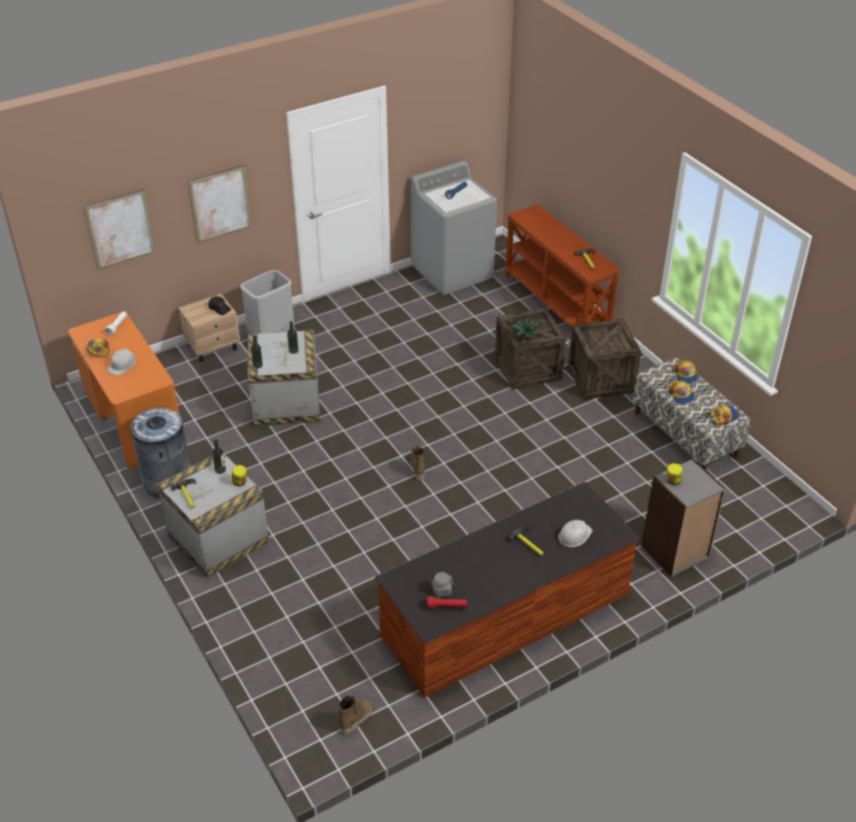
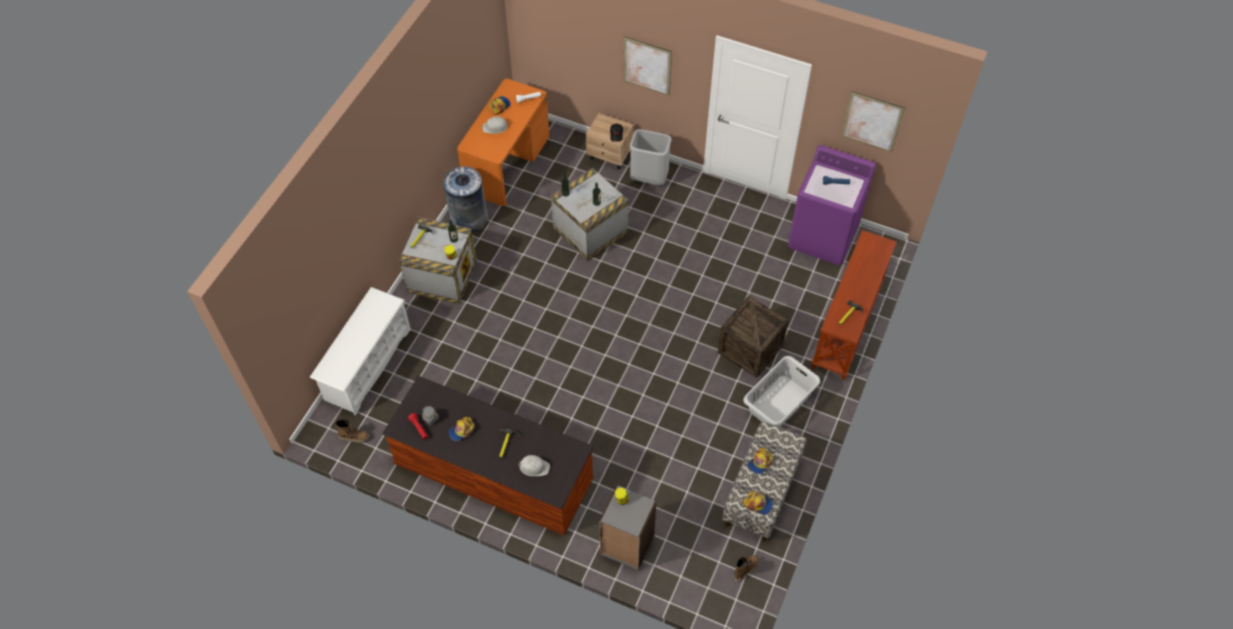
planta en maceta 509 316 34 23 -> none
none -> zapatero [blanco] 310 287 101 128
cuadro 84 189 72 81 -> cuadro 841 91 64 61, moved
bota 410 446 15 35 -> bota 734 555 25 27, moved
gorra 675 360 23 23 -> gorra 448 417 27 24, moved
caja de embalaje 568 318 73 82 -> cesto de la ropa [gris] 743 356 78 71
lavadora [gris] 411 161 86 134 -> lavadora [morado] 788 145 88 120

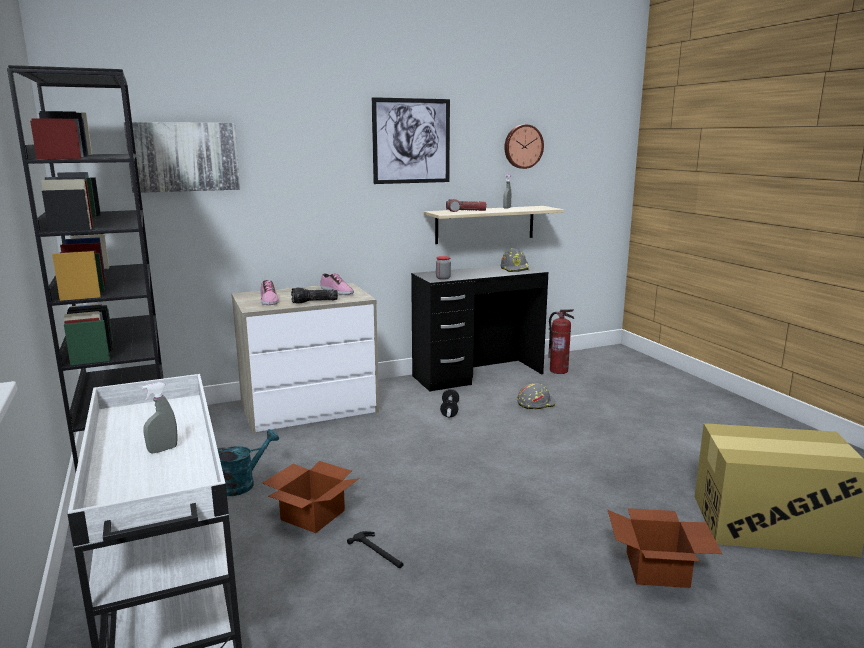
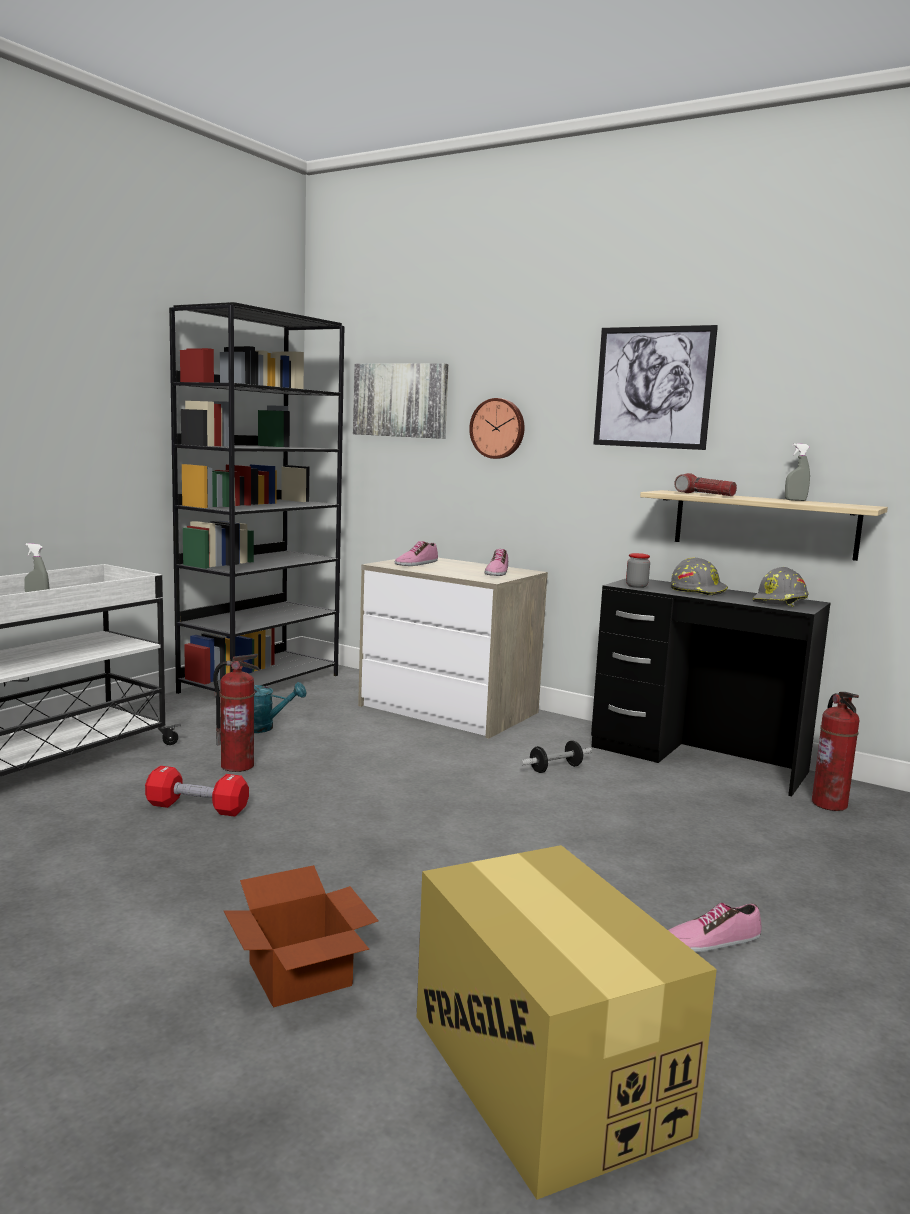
linterna 291 288 47 16 -> none
none -> zapato 668 903 94 49
reloj de pared 504 124 40 45 -> reloj de pared 469 398 56 61, moved
casco [gris] 517 383 38 26 -> casco [gris] 671 558 57 38, moved
caja de cartón 262 461 98 72 -> extintor 213 654 47 118
martillo 347 531 57 37 -> mancuerna [rojo] 145 766 104 51

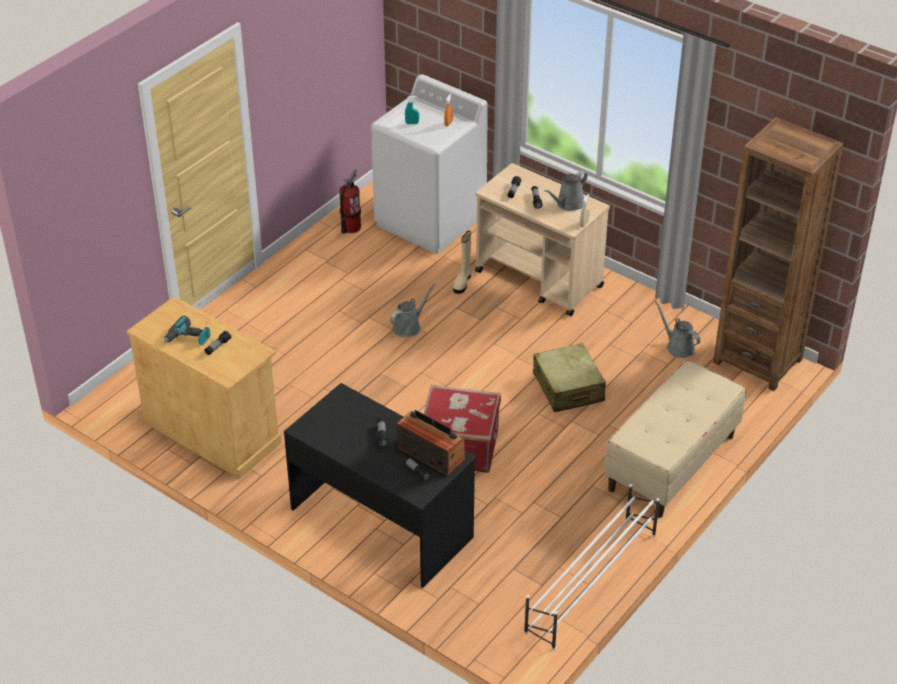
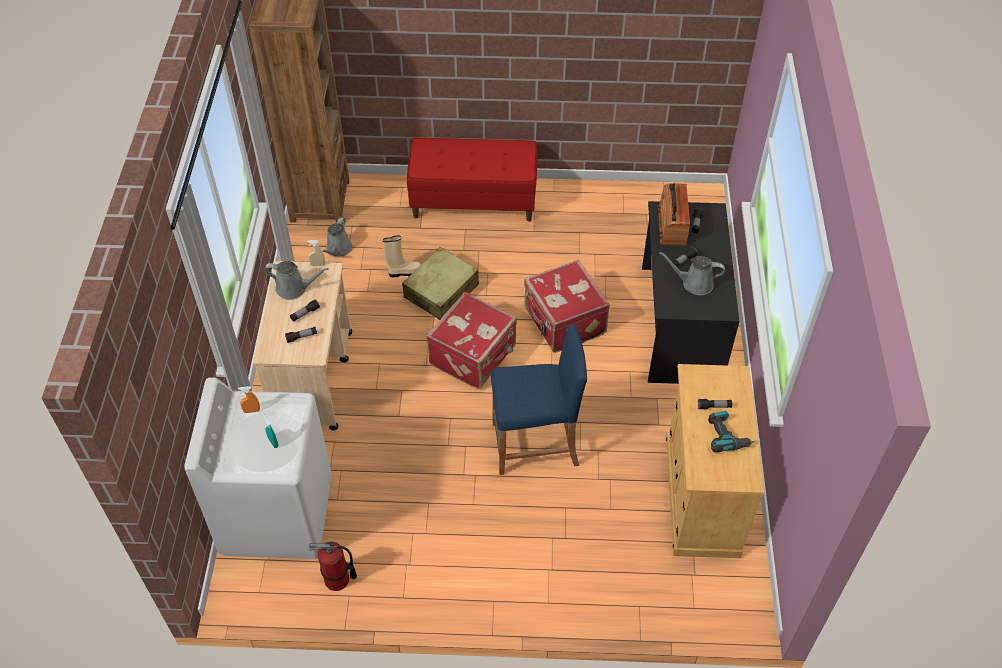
zapatero [blanco] 524 484 136 166 -> none
none -> maleta [rojo] 426 292 91 97
none -> taburete [azul] 491 324 96 151
regadera [gris] 390 283 45 54 -> regadera [gris] 659 252 66 43, moved
bota [beis] 453 231 18 63 -> bota [beis] 383 235 38 43, moved
banco [beis] 604 360 142 158 -> banco [rojo] 407 138 130 84

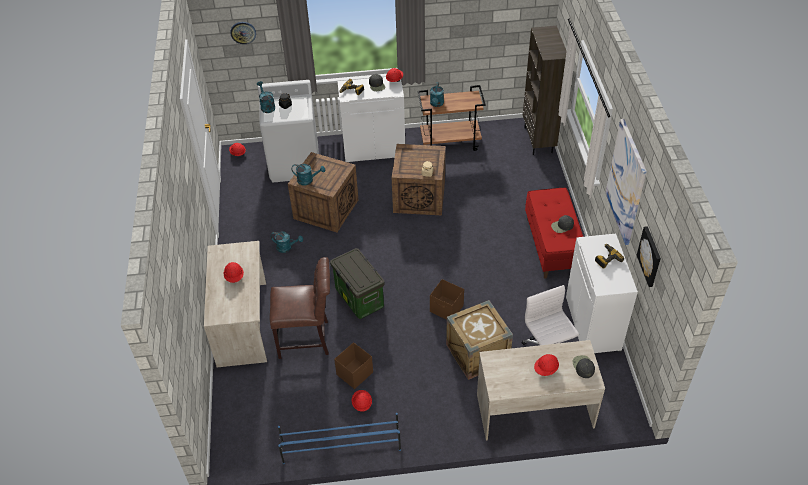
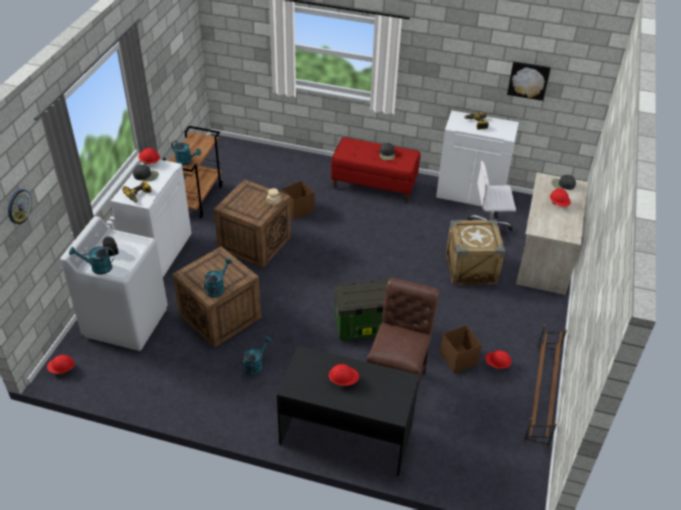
estantería [marrón] 523 26 44 129 -> none
cuadro 605 119 42 126 -> none
caja de almacenaje [marrón] 430 279 34 41 -> caja de almacenaje [marrón] 282 181 32 39, moved
escritorio [beis] 204 241 63 126 -> escritorio [negro] 277 346 143 130
zapatero [azul] 278 413 123 51 -> zapatero [marrón] 524 325 43 123

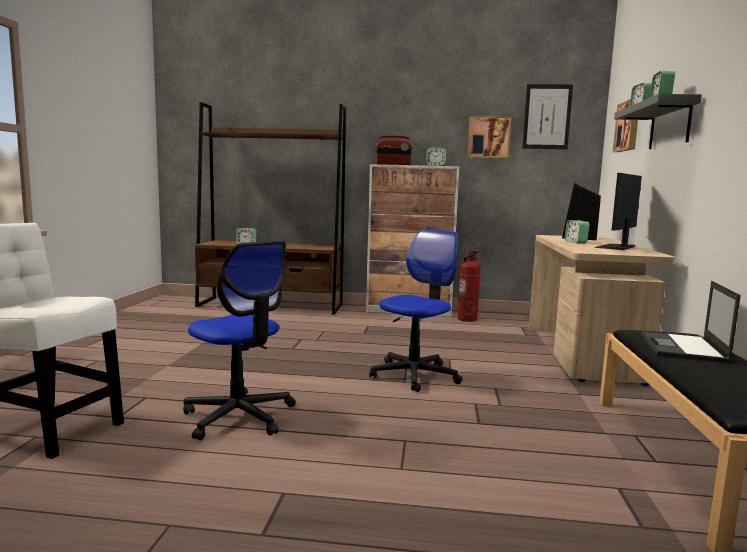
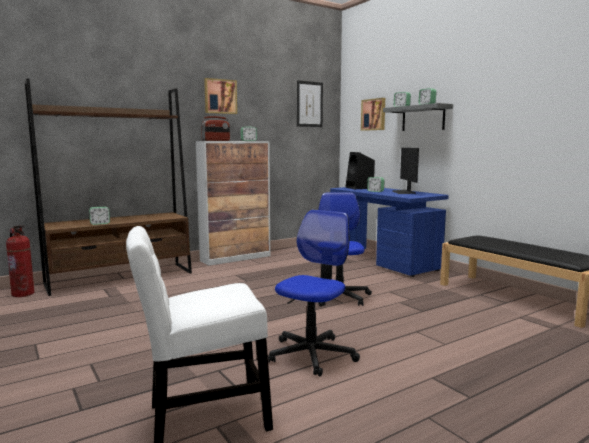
portátil 641 281 100 82 -> none
extintor 458 251 23 71 -> extintor 6 225 28 72, moved
cuadro 467 116 44 43 -> cuadro 204 78 33 36, moved
escritorio [beis] 529 235 147 151 -> escritorio [azul] 330 187 119 90
silla de oficina 183 240 113 201 -> silla de oficina 268 210 92 166, 60 degrees counterclockwise

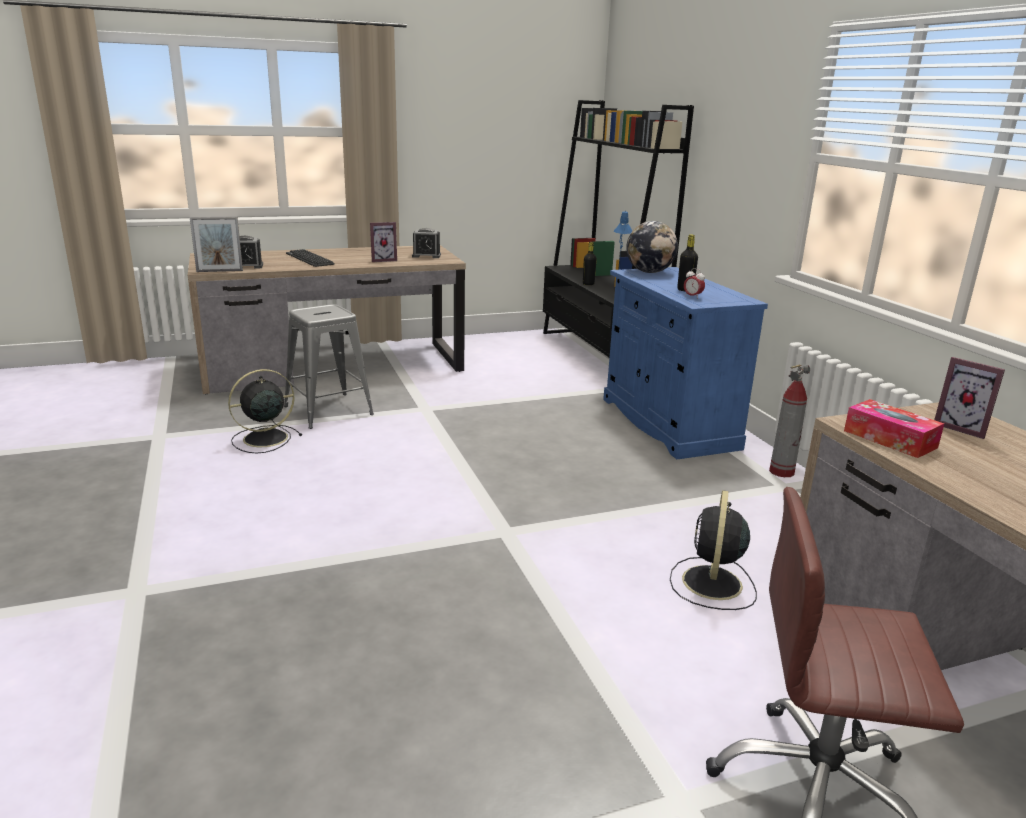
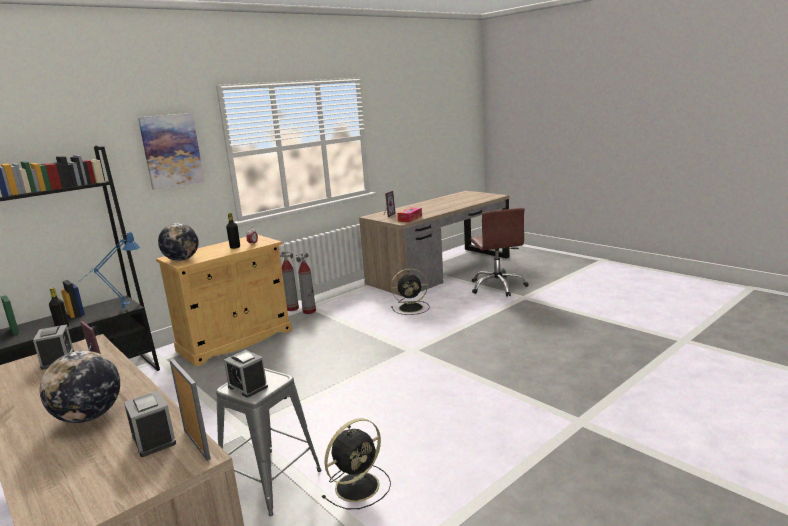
none -> cuadro 138 113 66 77
none -> despertador 224 350 44 48
none -> extintor 296 253 20 61
teclado 286 249 49 18 -> globo terráqueo 40 351 80 72
armario [azul] 603 267 165 192 -> armario [beis] 156 235 136 131
ventilador [negro] 228 369 74 84 -> ventilador [negro] 322 418 69 91, 75 degrees counterclockwise

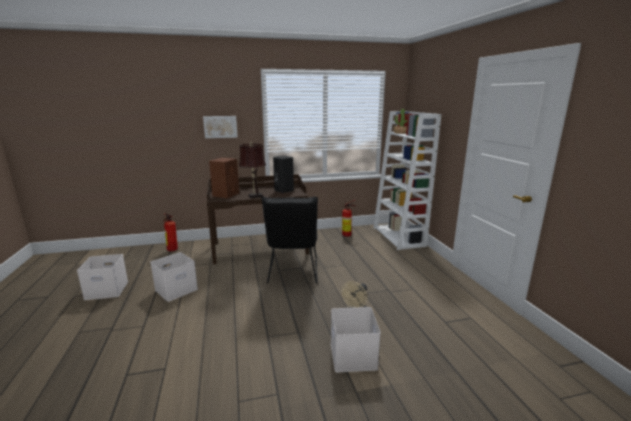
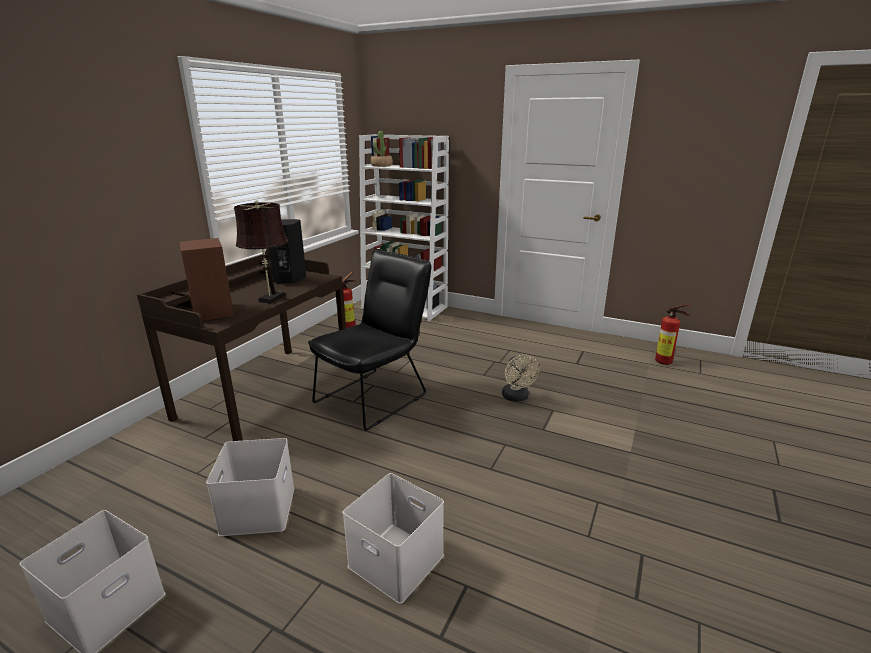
cuadro 203 116 35 22 -> none
extintor 164 214 14 38 -> extintor 655 304 35 61, moved
caja de almacenaje [blanco] 331 307 50 65 -> caja de almacenaje [blanco] 343 473 101 131, moved
silla [negro] 261 196 57 88 -> silla [negro] 308 249 124 182, 90 degrees counterclockwise

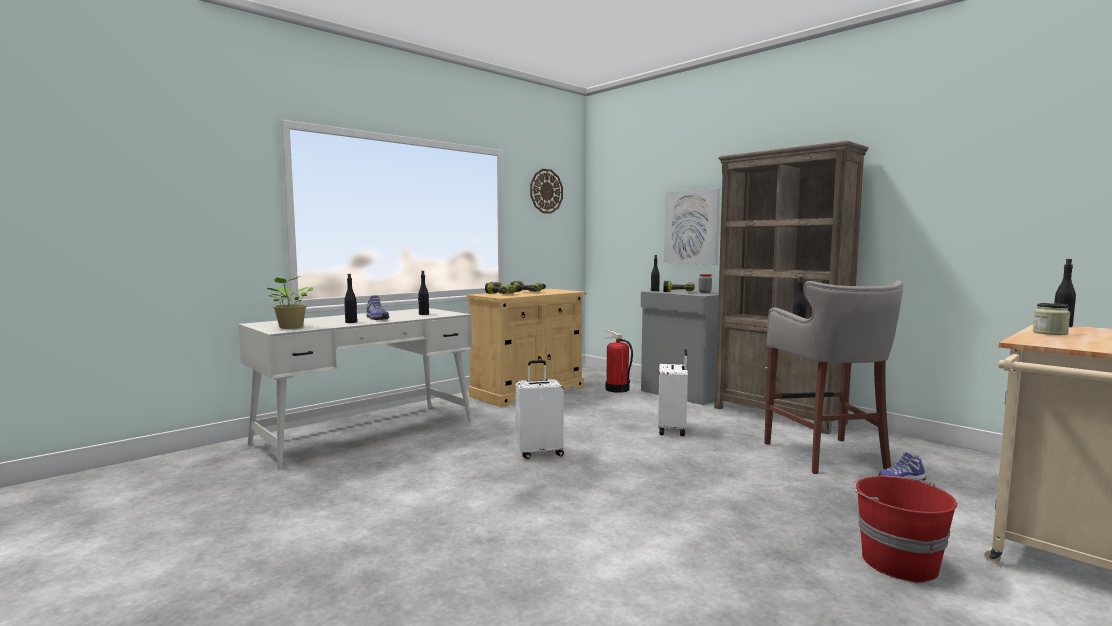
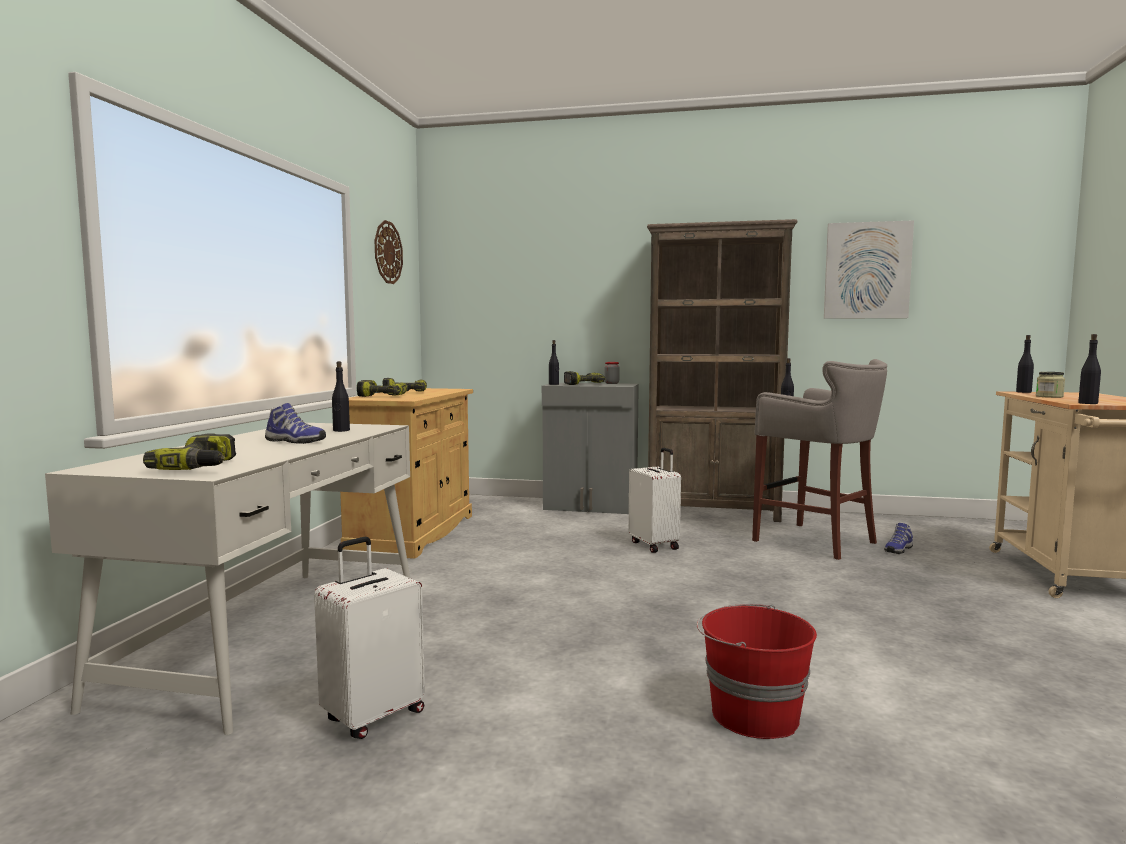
extintor 604 330 29 63 -> none
botella [negro] 344 274 13 49 -> botella [negro] 1078 334 23 70, moved
maleta [blanco] 515 360 49 99 -> maleta [blanco] 314 537 111 202, moved
cuadro 664 188 56 77 -> cuadro 824 220 90 99, moved
cubo [rojo] 851 476 106 107 -> cubo [rojo] 697 604 120 135, moved
planta en maceta 267 276 46 53 -> taladro 143 433 93 37

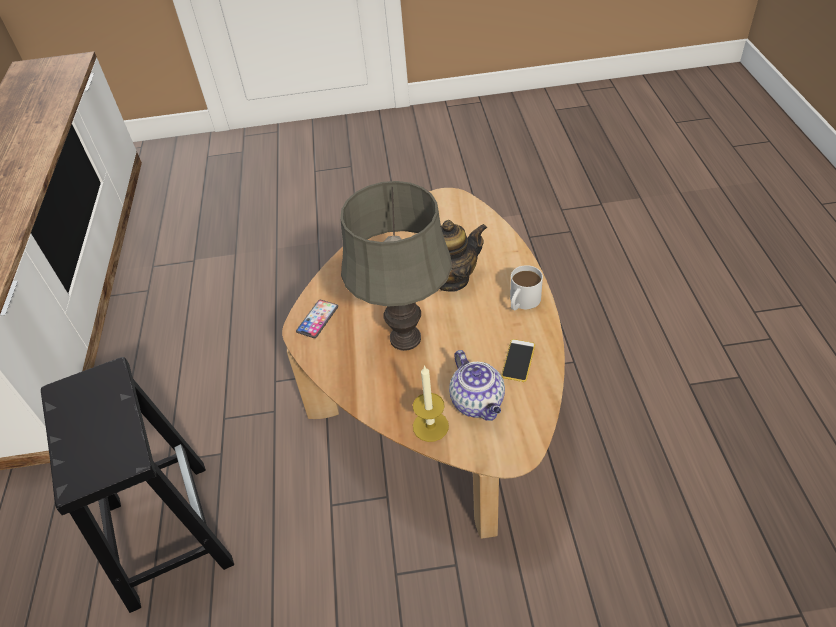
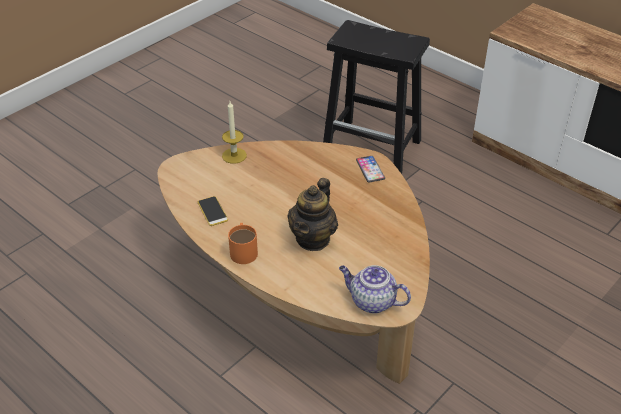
lámpara de mesa [gris] 340 181 112 170 -> none
tetera 449 350 56 71 -> tetera 339 265 72 49, moved
taza grande [blanco] 510 265 33 45 -> taza grande [naranja] 228 223 30 41

